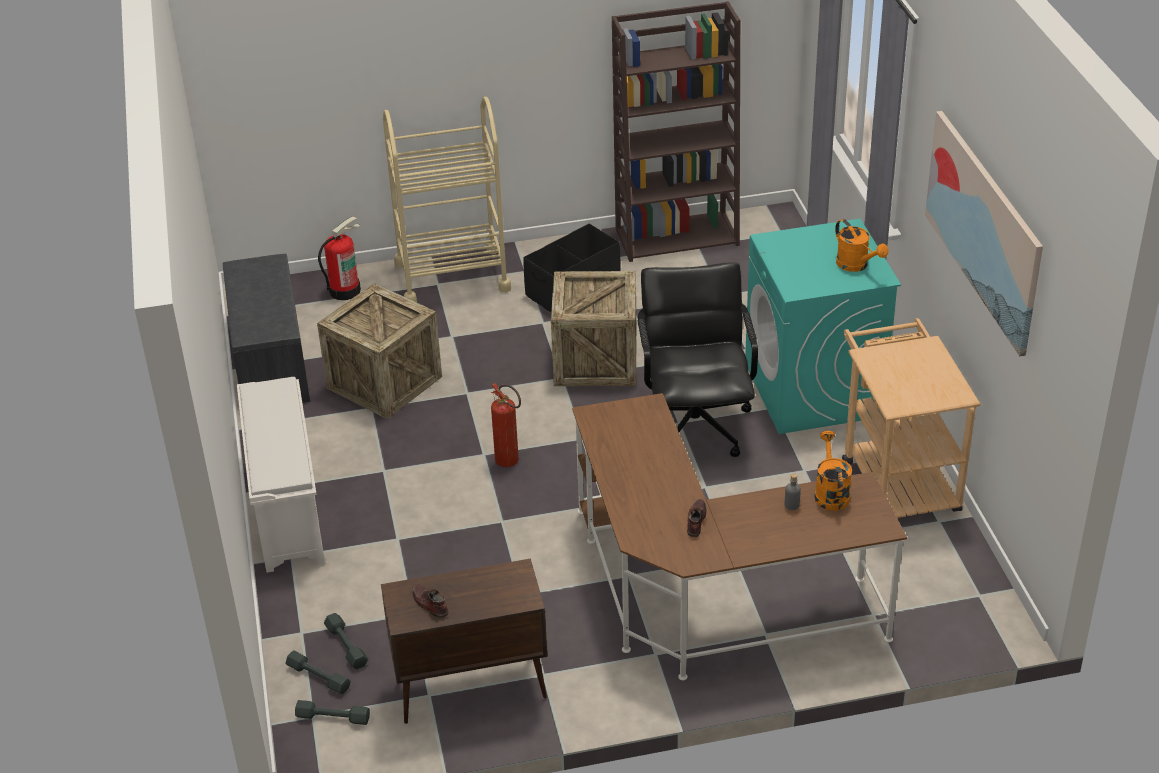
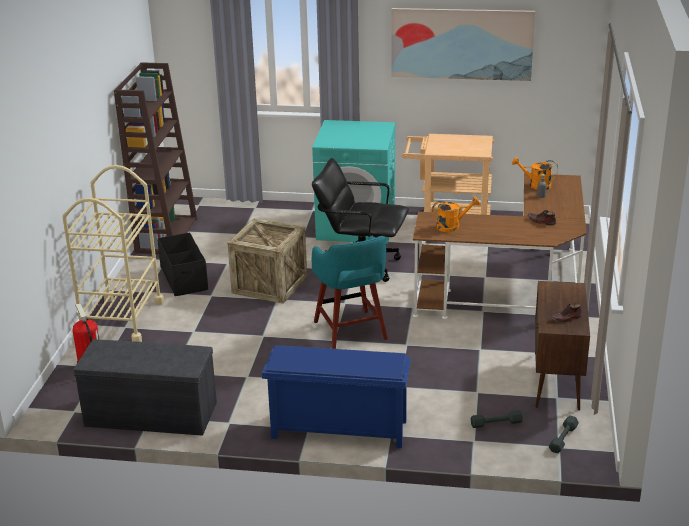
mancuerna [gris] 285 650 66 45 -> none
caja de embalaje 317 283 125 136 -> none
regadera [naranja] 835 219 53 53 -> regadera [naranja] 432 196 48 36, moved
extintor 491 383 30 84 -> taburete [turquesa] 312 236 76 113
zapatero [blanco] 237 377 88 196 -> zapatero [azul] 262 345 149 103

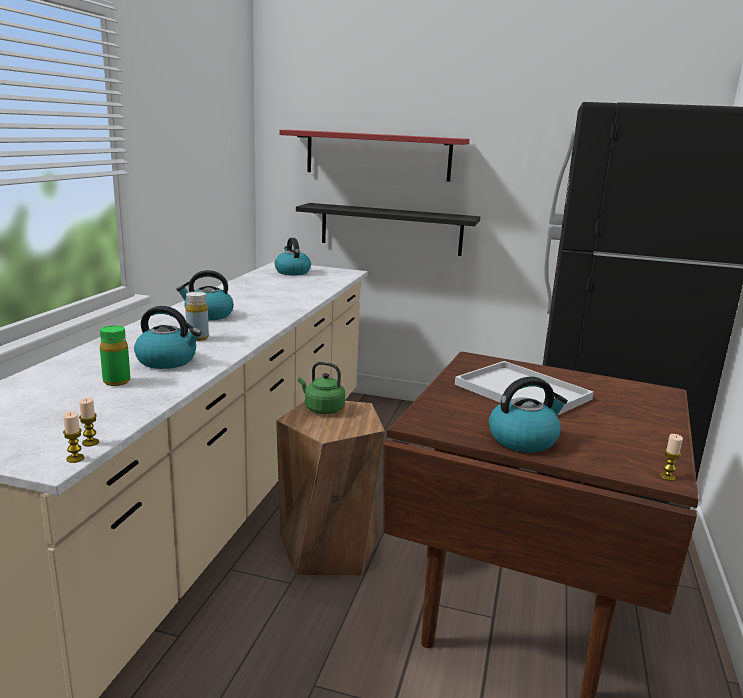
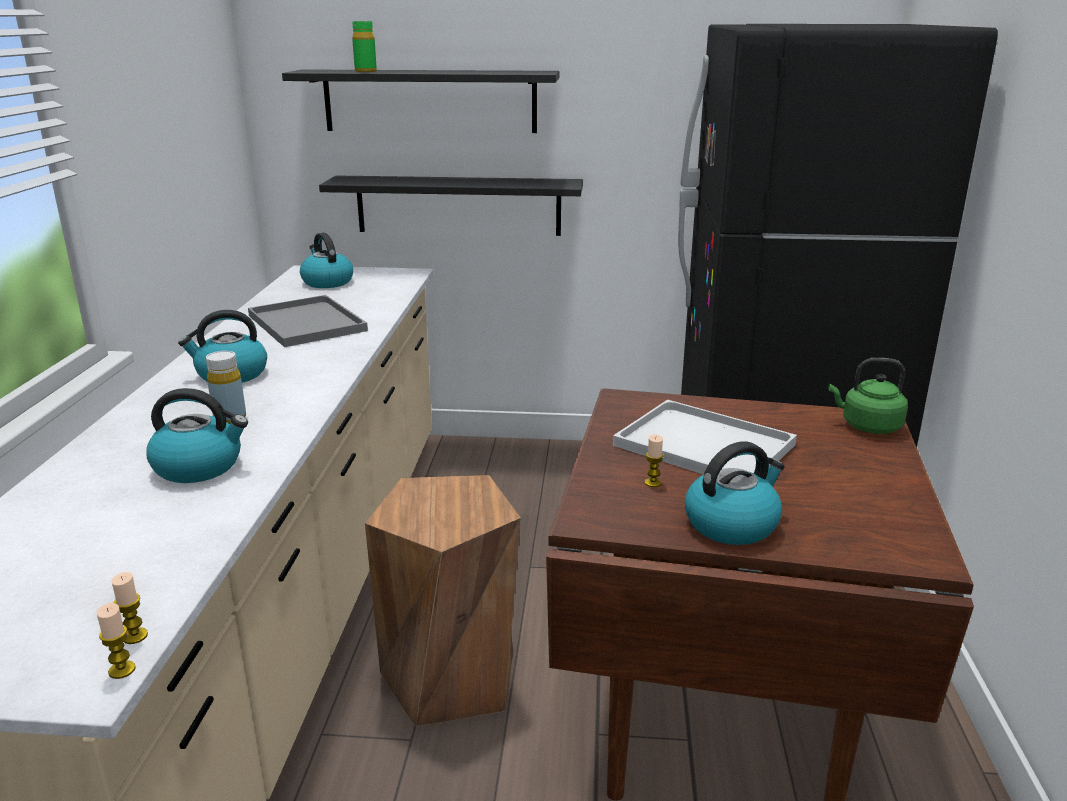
none -> bandeja [gris] 248 295 120 52
botella [verde] 100 326 30 60 -> botella [verde] 352 21 25 51, moved
hervidor [verde] 298 362 47 52 -> hervidor [verde] 829 358 79 76, moved
vela 659 434 24 47 -> vela 644 434 20 53, moved
estante [rojo] 279 130 190 52 -> estante [negro] 282 69 277 64

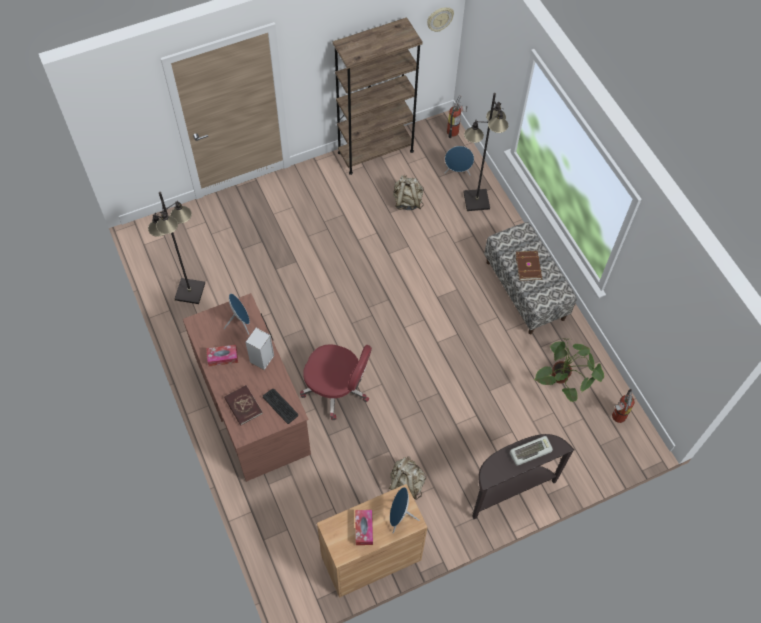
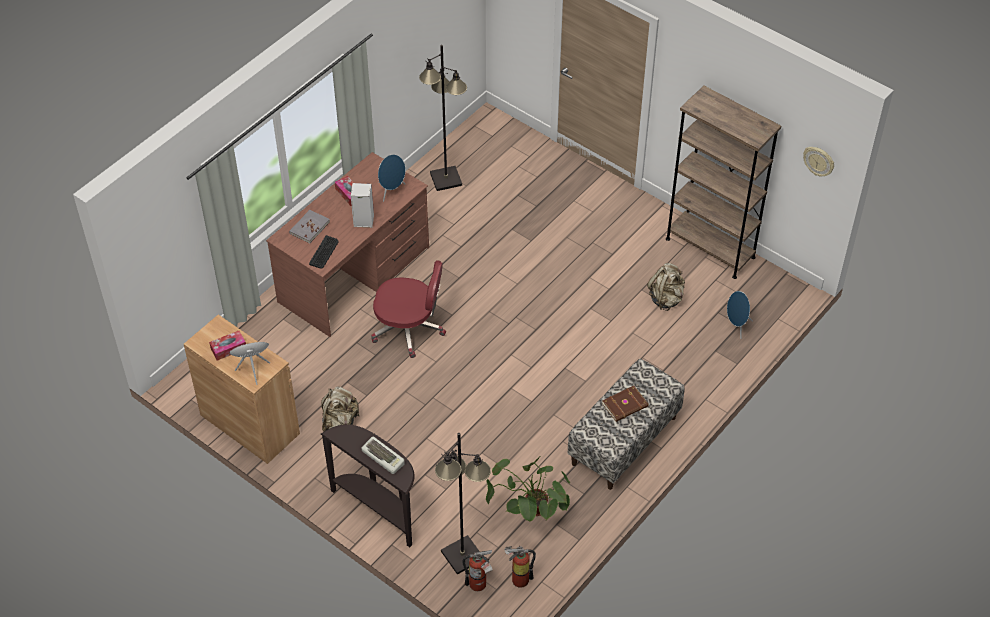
extintor 447 95 20 43 -> extintor 462 550 31 41, moved
lámpara de pie [negro] 463 93 45 118 -> lámpara de pie [negro] 435 433 56 142, moved
libro [rojo] 224 385 39 40 -> libro [gris] 289 210 41 34
silla de oficina [rojo] 300 344 72 76 -> silla de oficina [rojo] 371 260 75 98, 75 degrees counterclockwise

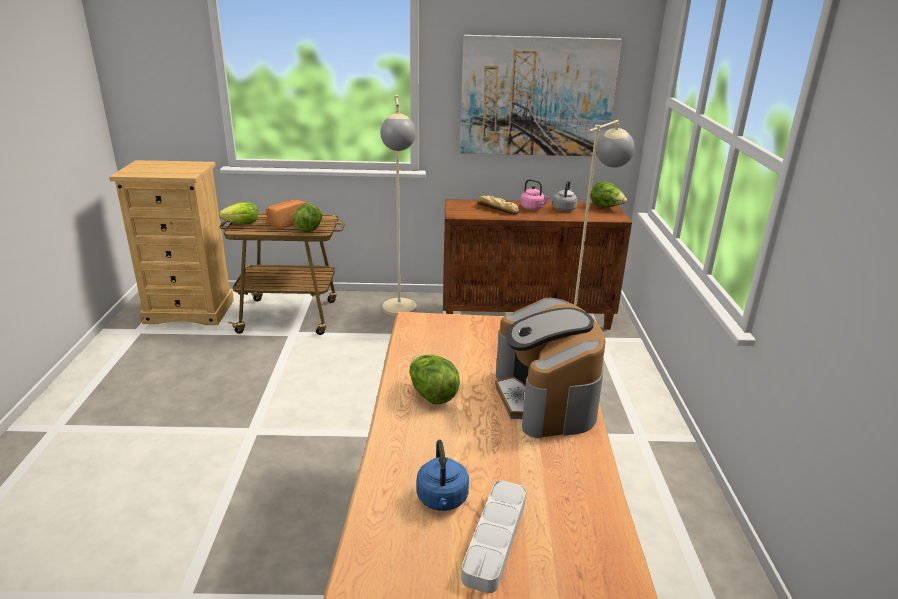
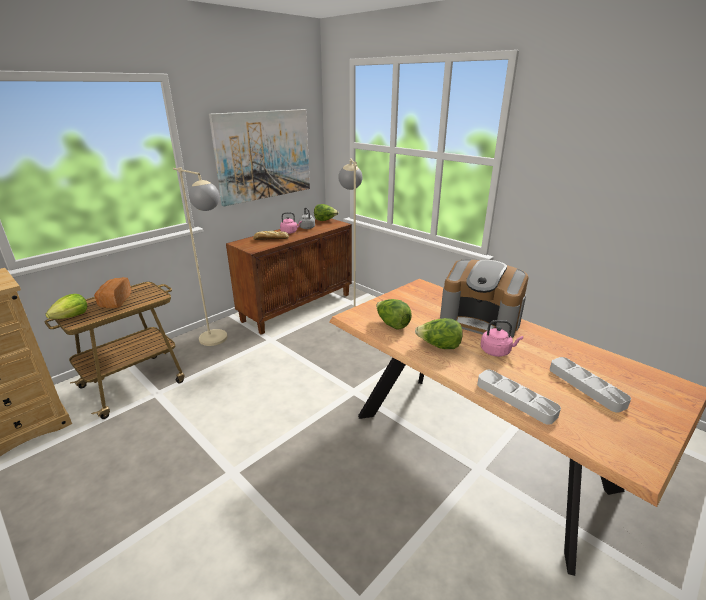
hervidor [azul] 417 439 52 72 -> none
none -> bandeja [gris] 477 370 84 55
none -> hervidor [rosa] 481 320 42 37
lechuga 293 205 29 27 -> lechuga 376 299 36 31, moved

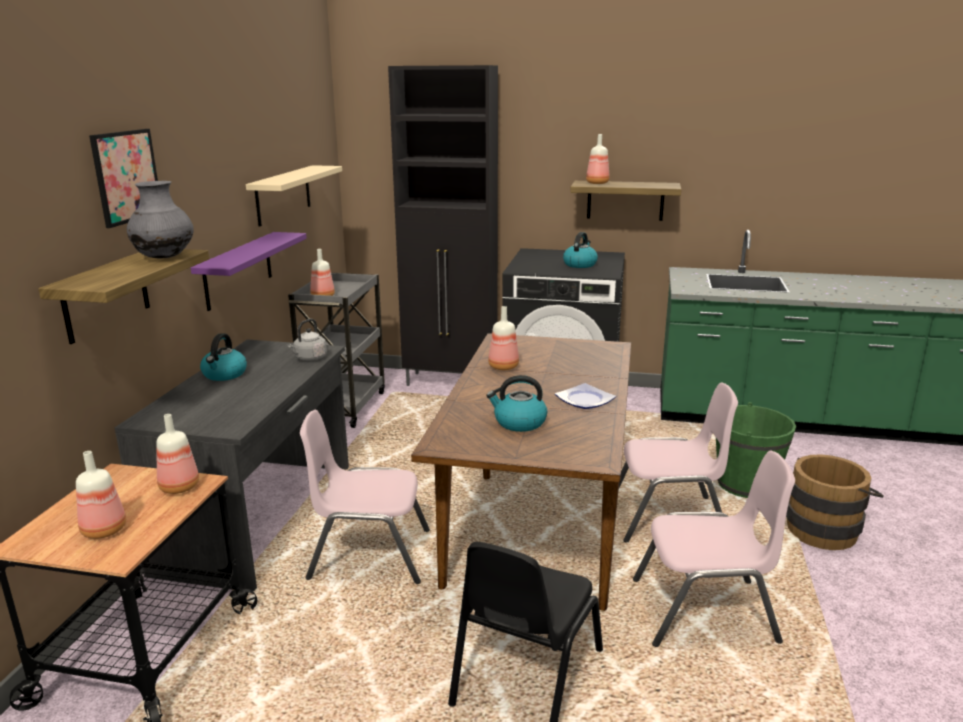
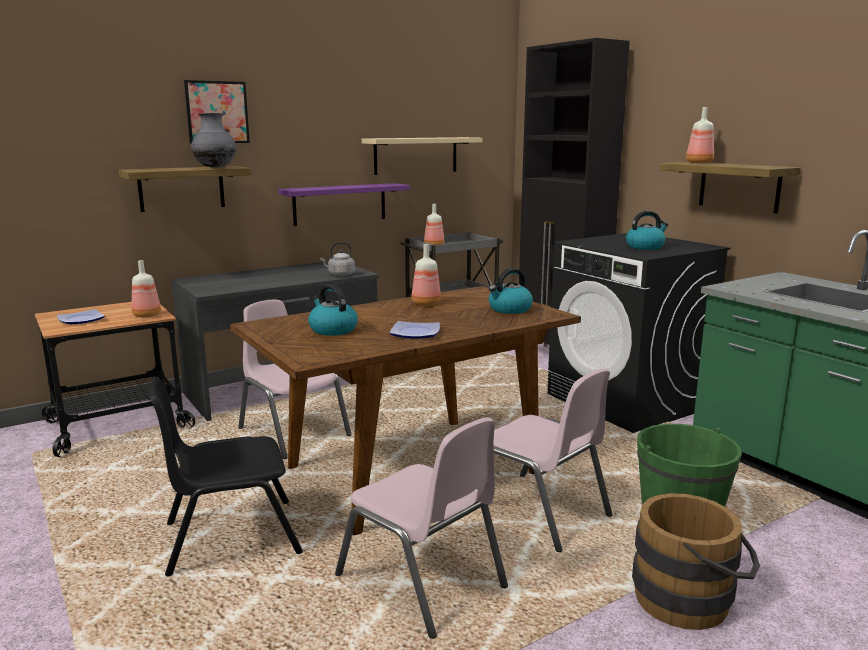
hervidor 200 333 47 48 -> hervidor 489 268 44 46, moved
botella 76 451 50 88 -> plato 57 309 48 15

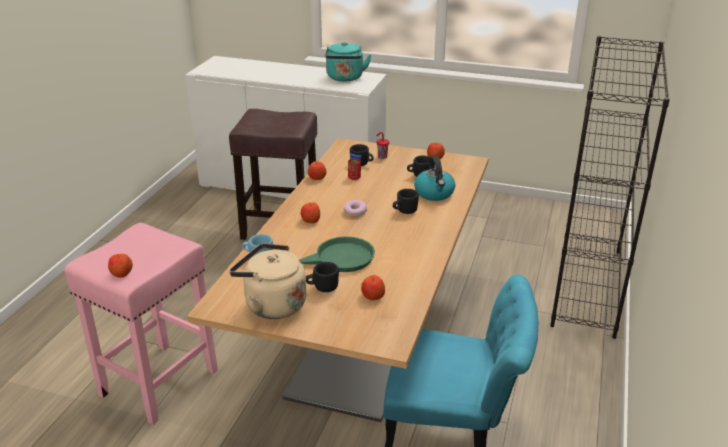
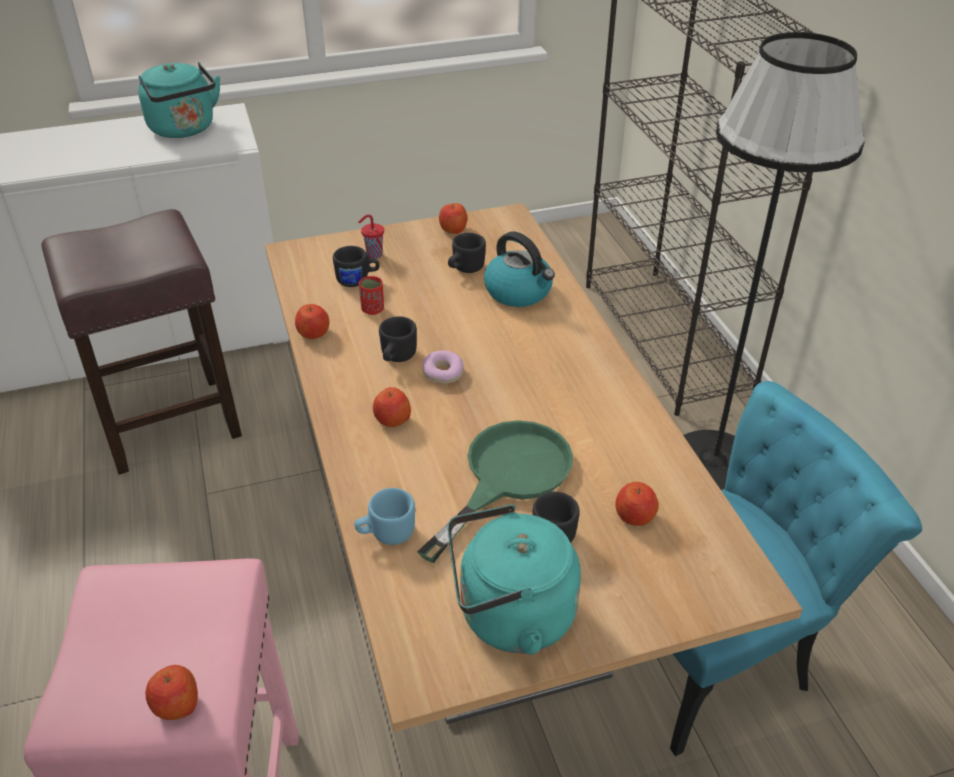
none -> lámpara de pie [negro] 683 32 182 458
taza grande [negro] 393 189 26 25 -> taza grande [negro] 379 316 38 46, moved
hervidor [beis] 229 243 78 76 -> hervidor [turquesa] 447 504 134 151

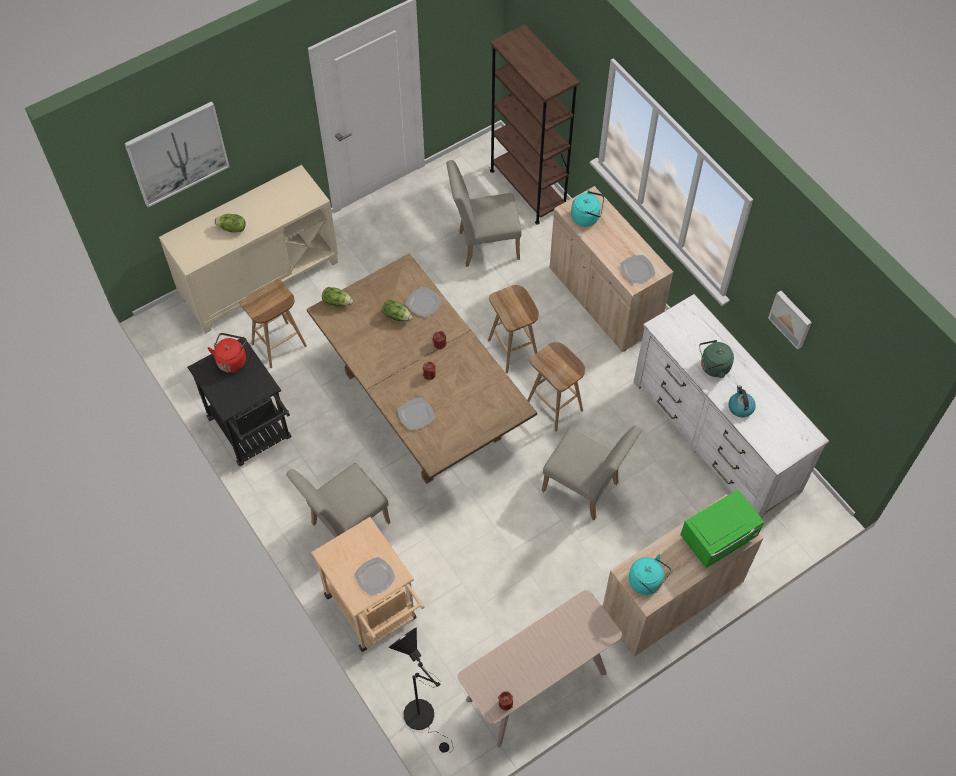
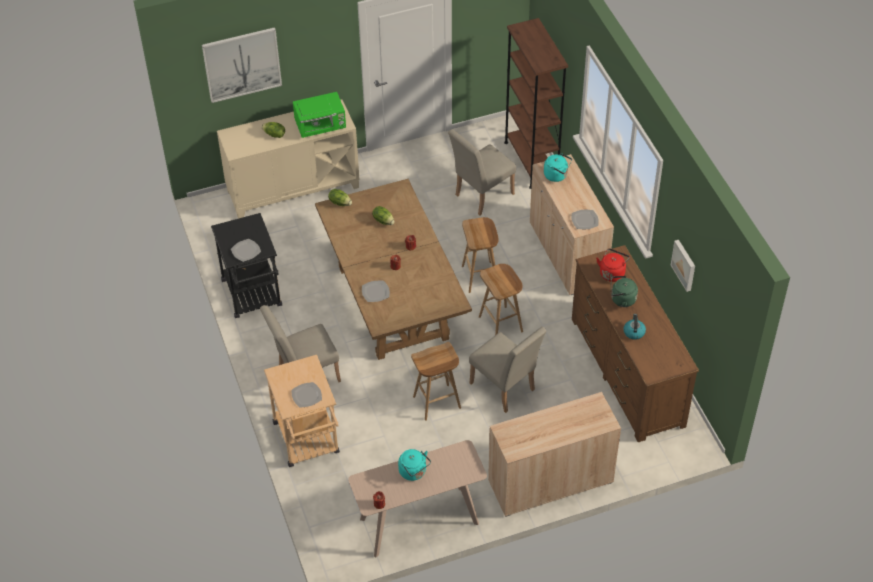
lámpara de pie [negro] 389 627 64 126 -> none
hervidor [rojo] 208 333 39 40 -> hervidor [rojo] 596 248 34 34, moved
taburete [marrón] 239 279 68 89 -> taburete [marrón] 411 342 50 79, moved
plato 406 287 36 30 -> plato 231 239 30 23, moved
hervidor [turquesa] 629 554 42 41 -> hervidor [turquesa] 398 449 33 32, moved
microondas [verde] 680 489 84 79 -> microondas [verde] 293 92 53 46, moved
cómoda [blanco] 633 294 196 225 -> cómoda [marrón] 572 245 127 197
silla [beis] 446 160 75 107 -> silla [beis] 448 129 68 86, 45 degrees counterclockwise

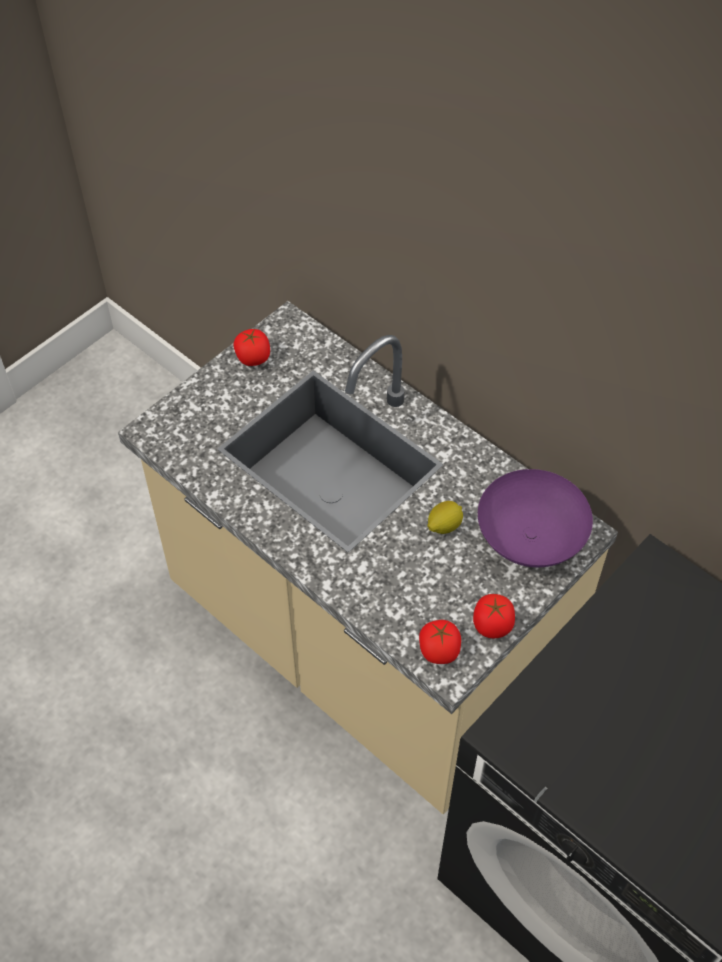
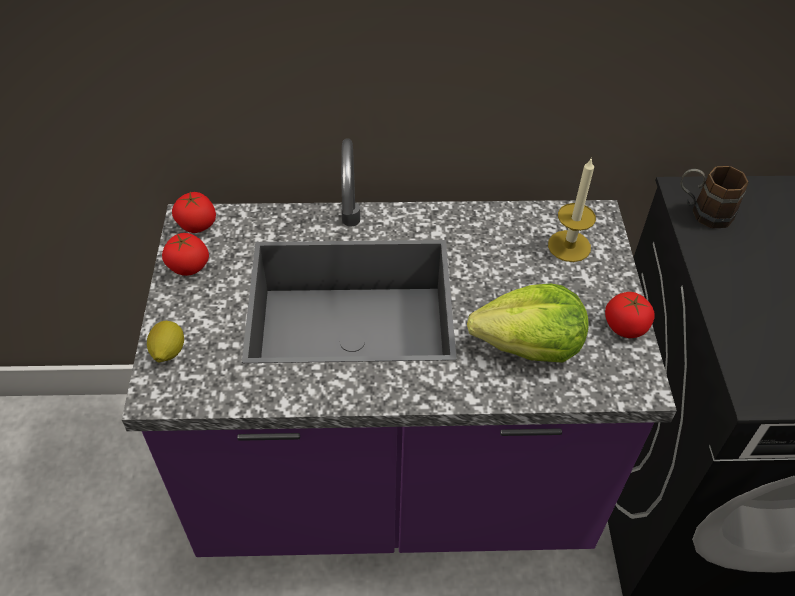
none -> lechuga 467 284 122 79
none -> taza grande [marrón] 681 166 67 62
tomate 419 620 42 44 -> tomate 172 192 44 41, moved
limón 427 501 36 33 -> limón 147 321 37 41, moved
cuenco [morado] 478 469 115 98 -> vela 548 157 48 105
mueble bajo de cocina [beis] 118 301 500 513 -> mueble bajo de cocina [morado] 122 138 555 419

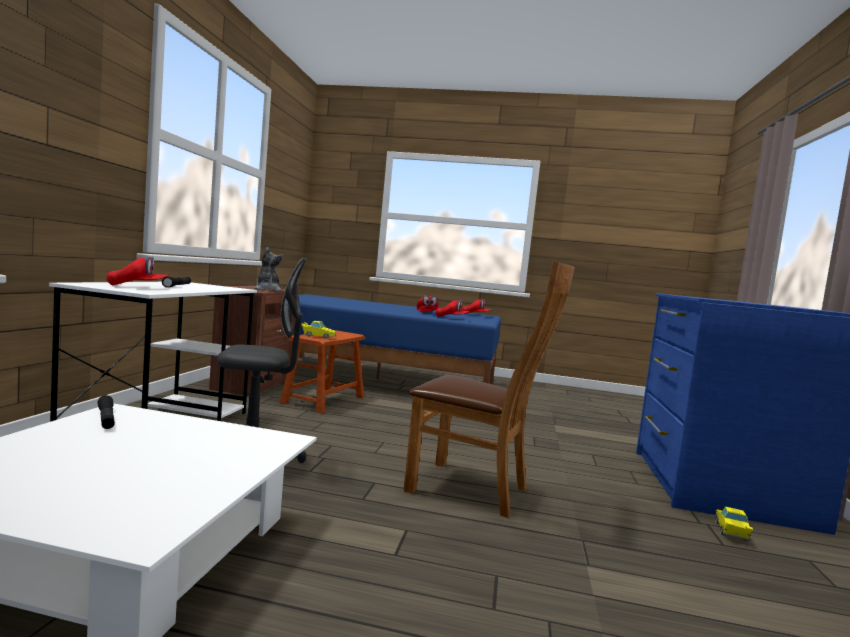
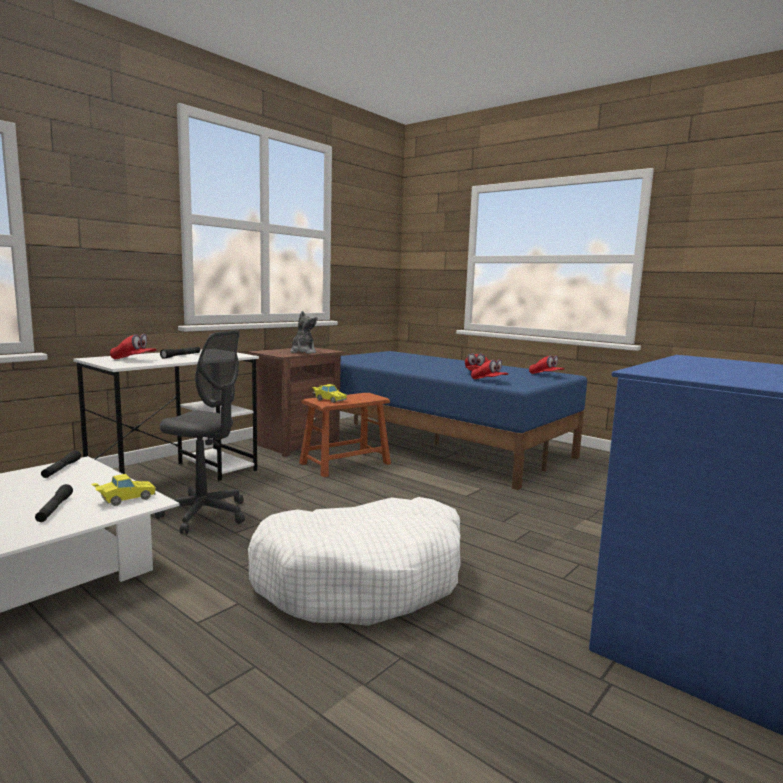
none -> linterna [negro] 35 484 38 38
coche de juguete [amarillo] 715 507 38 34 -> coche de juguete [amarillo] 91 474 65 32, moved
silla [marrón] 403 262 172 256 -> cama para perro [blanco] 248 497 213 129

